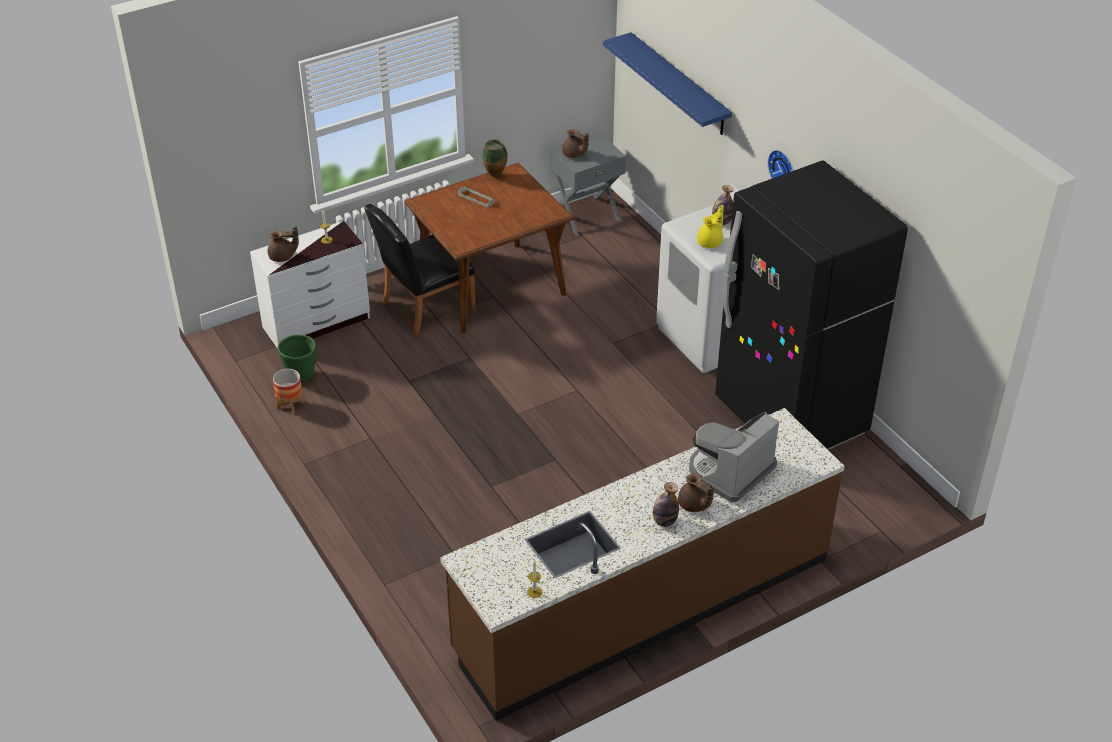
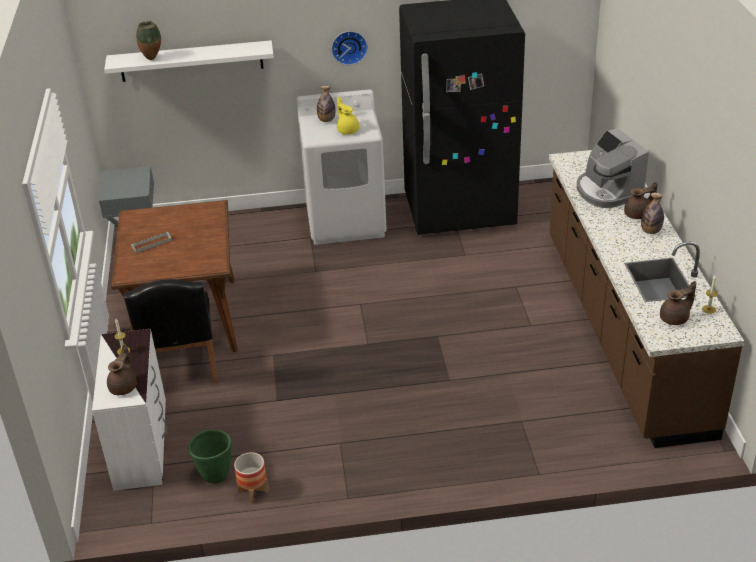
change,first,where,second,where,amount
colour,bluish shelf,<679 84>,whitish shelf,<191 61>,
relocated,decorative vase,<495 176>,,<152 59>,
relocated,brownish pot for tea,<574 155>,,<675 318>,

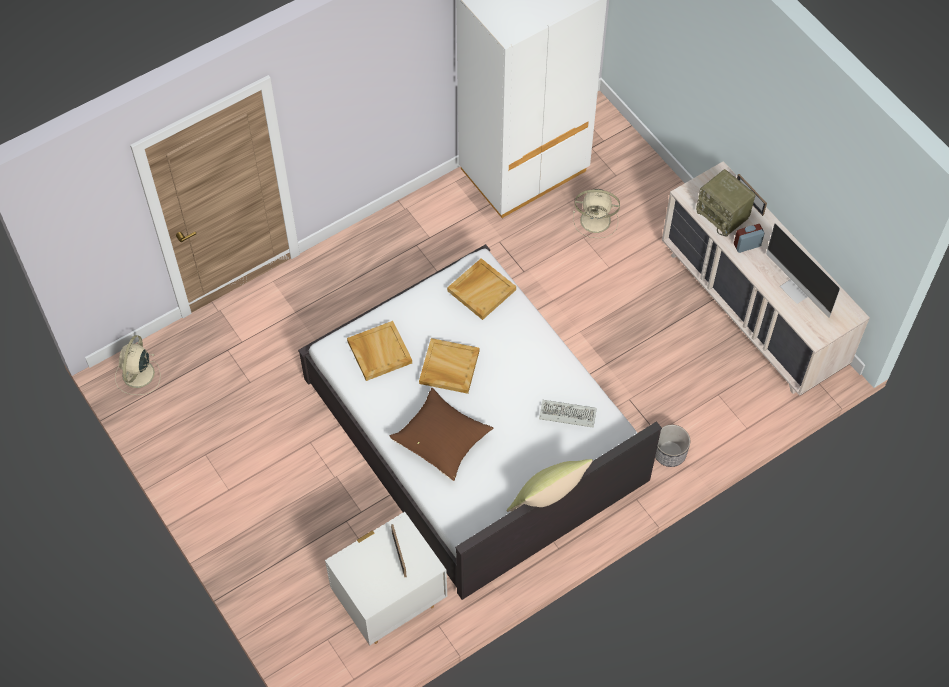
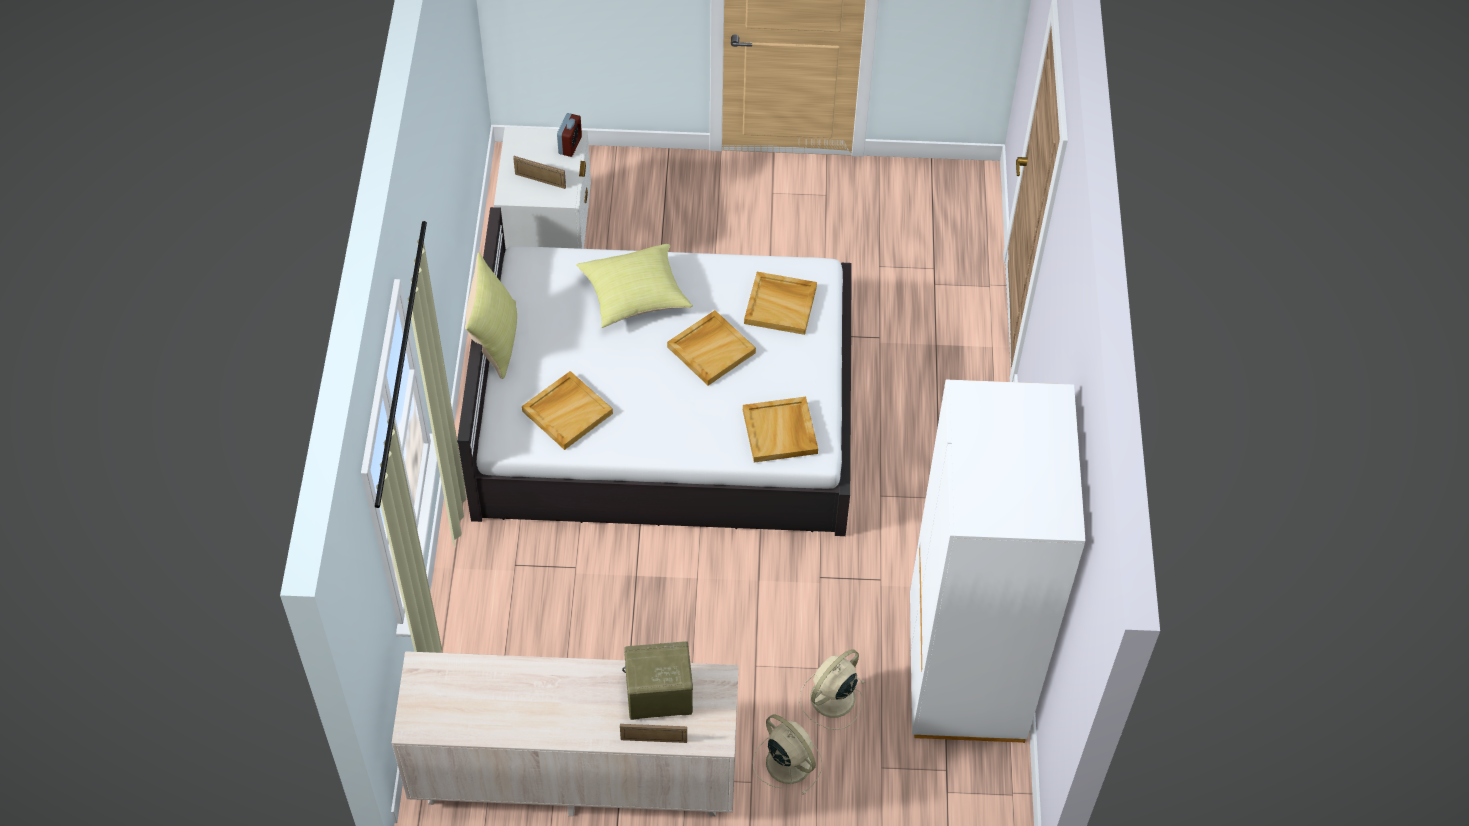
change,first,where,second,where,amount
exchanged,PC keyboard,<566 415>,beige-coloured serving tray,<567 411>,
relocated,table clock,<747 245>,,<570 145>,
colour,brownish cushion,<442 441>,yellow-coloured cushion,<634 298>,
relocated,beige-coloured cooling fan,<138 375>,,<787 761>,
missing,planter,<669 453>,,,
missing,computer display,<797 289>,,,

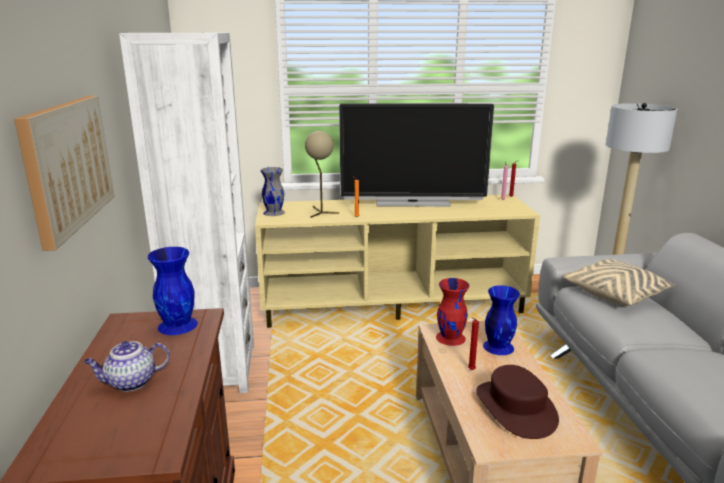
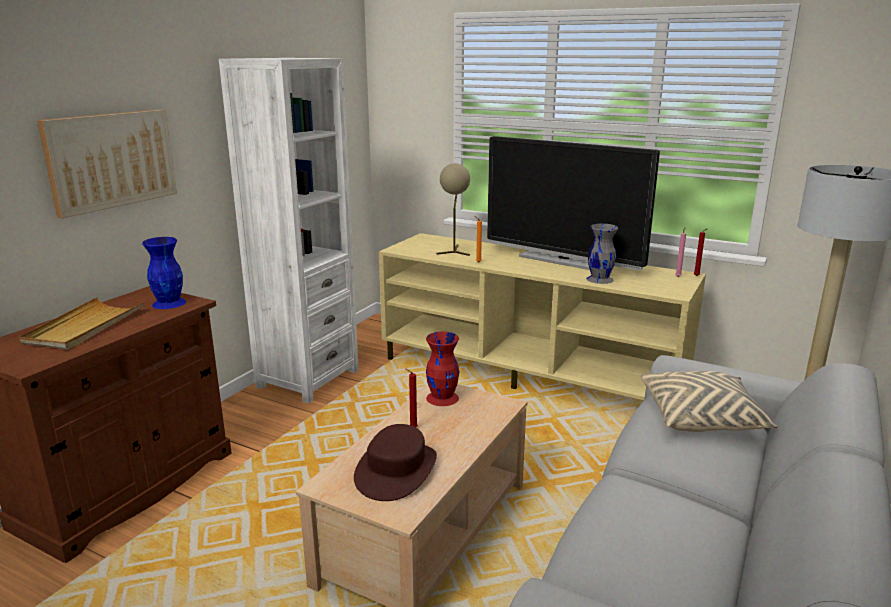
change,first,where,second,where,amount
exchanged,pot for tea,<130 382>,beige-coloured serving tray,<85 327>,
relocated,grey decorative vase,<274 212>,,<599 279>,
missing,bluish decorative vase,<497 346>,,,

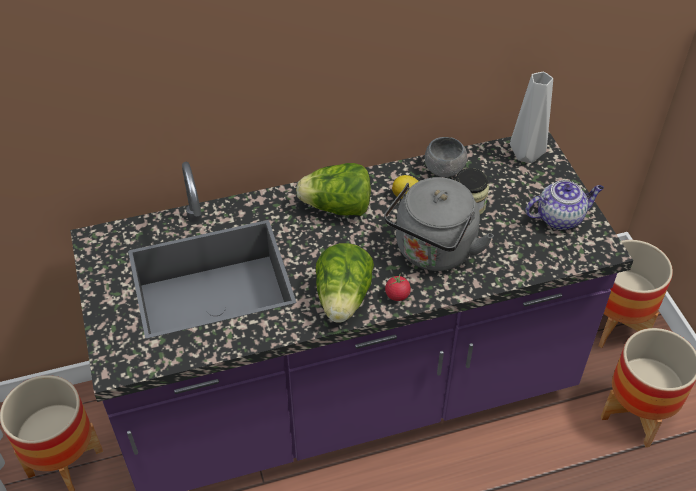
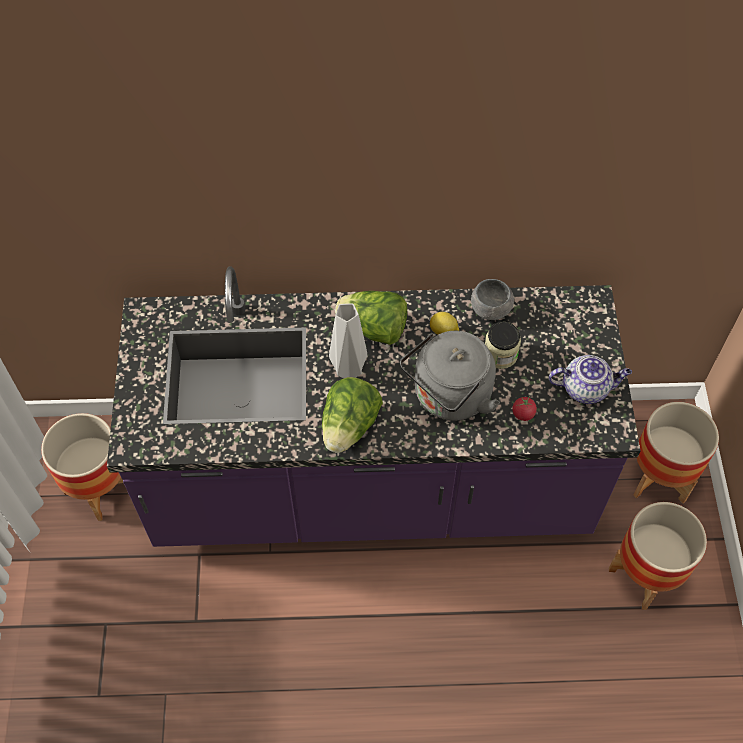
change,first,where,second,where,amount
relocated,grey decorative vase,<524 155>,,<347 369>,
relocated,whole tomato,<397 295>,,<523 413>,

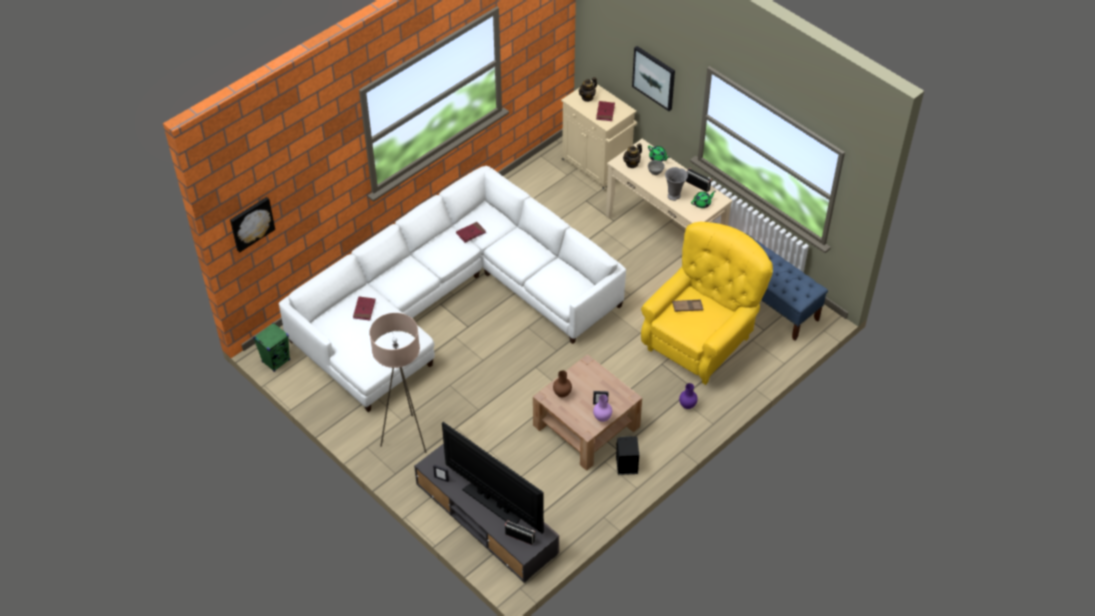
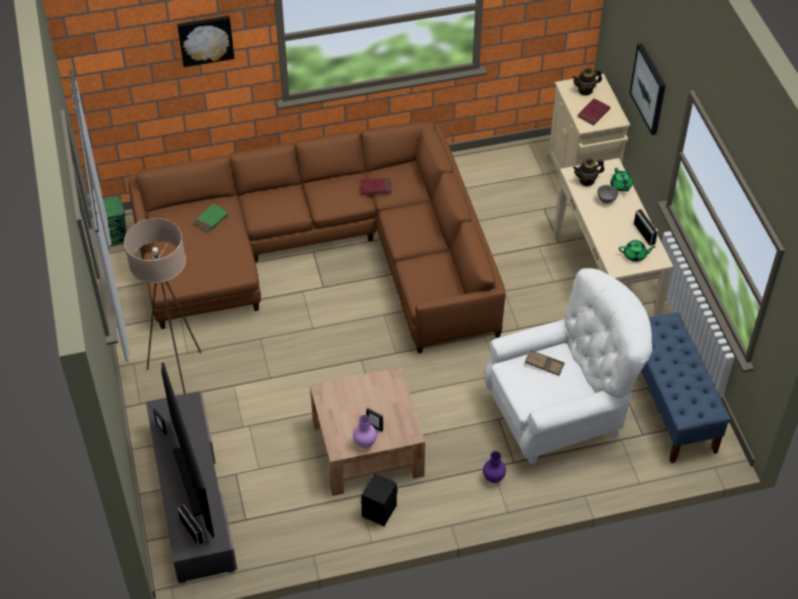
change,first,where,second,where,amount
colour,whitish settee,<449 301>,brownish settee,<324 253>,
relocated,wall art,<251 223>,,<205 39>,
colour,reddish book,<364 309>,green book,<211 219>,
colour,yellow-coloured lounge chair,<701 341>,whitish lounge chair,<561 414>,
missing,brownish decorative vase,<561 394>,,,
missing,grey decorative vase,<674 196>,,,

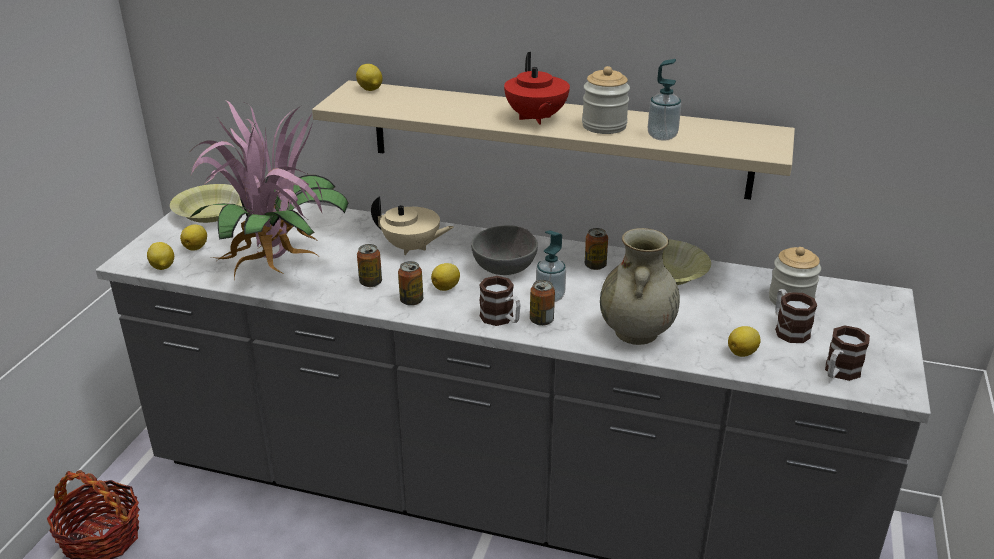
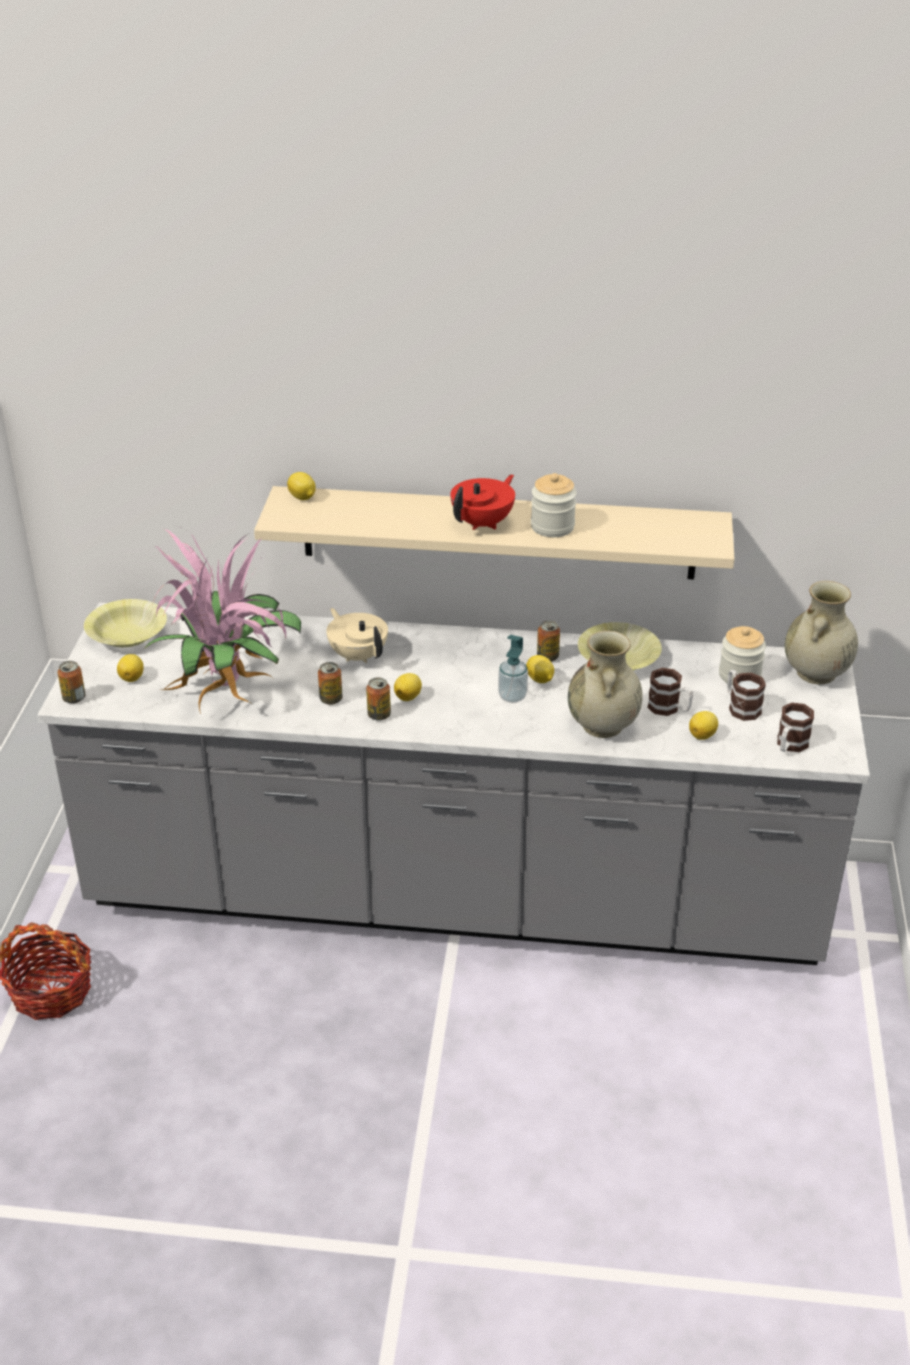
change,first,where,second,where,amount
relocated,sealed can,<541 320>,,<74 698>,
spun,beige-coloured pot for tea,<412 248>,,<358 655>,135 degrees counterclockwise
spun,reddish pot for tea,<535 118>,,<483 523>,120 degrees counterclockwise
relocated,lemon,<162 267>,,<540 680>,
relocated,tea mug,<501 319>,,<669 708>,
appeared,,,beige-coloured decorative vase,<816 674>,
missing,grey serving bowl,<506 268>,,,
missing,soap dispenser,<662 136>,,,

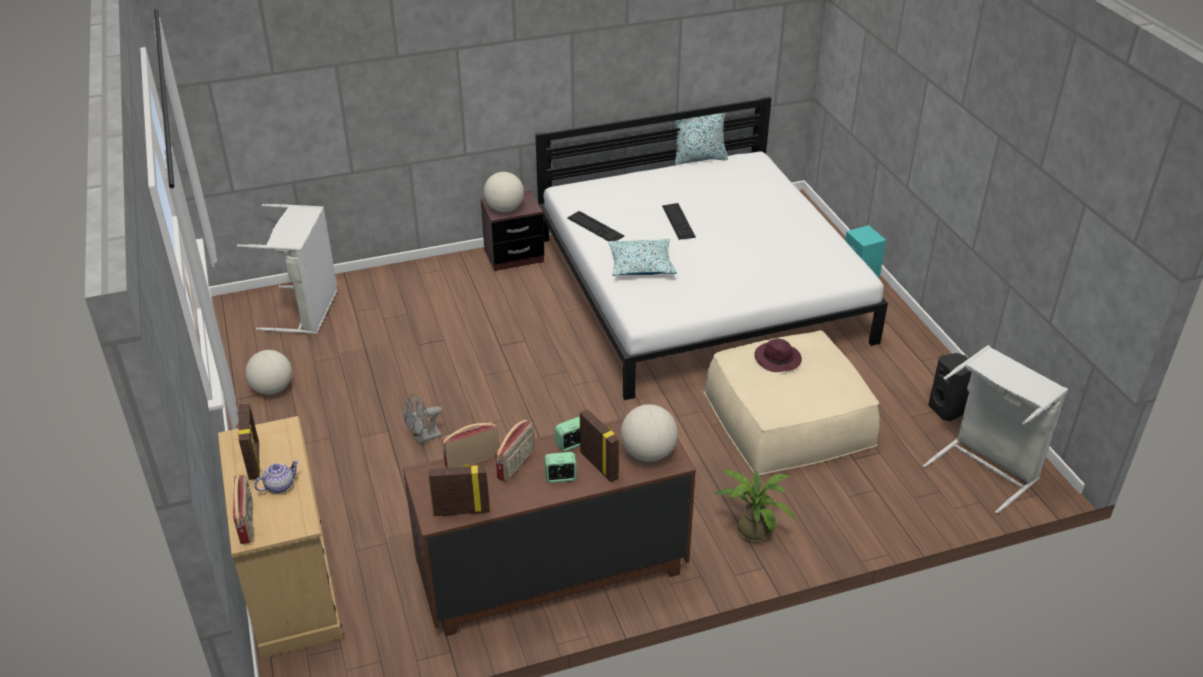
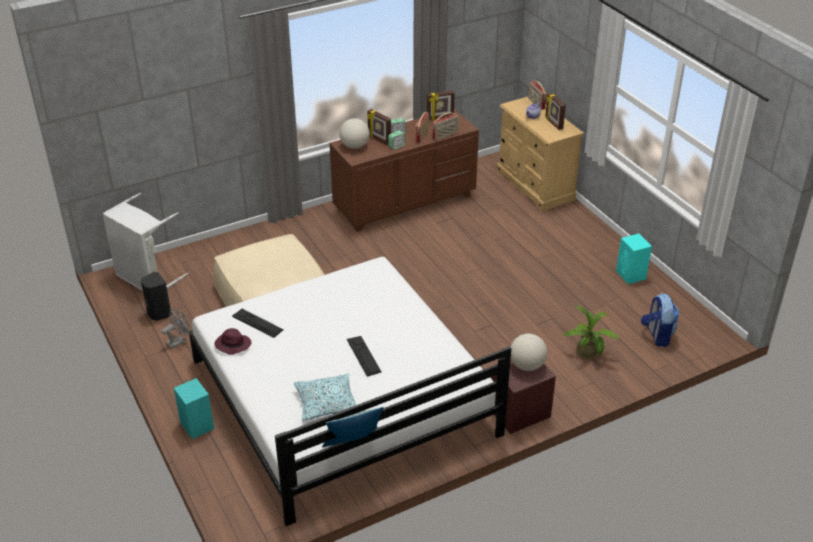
change,first,where,second,where,amount
relocated,grey cooling fan,<423 438>,,<179 341>,
relocated,purplish hat,<778 360>,,<232 345>,
relocated,PC keyboard,<595 227>,,<257 323>,
relocated,cushion,<641 265>,,<326 403>,
relocated,houseplant,<751 528>,,<589 354>,
exchanged,world globe,<272 389>,turquoise audio speaker,<631 275>,
exchanged,grey washing basket,<307 311>,knapsack,<657 335>,

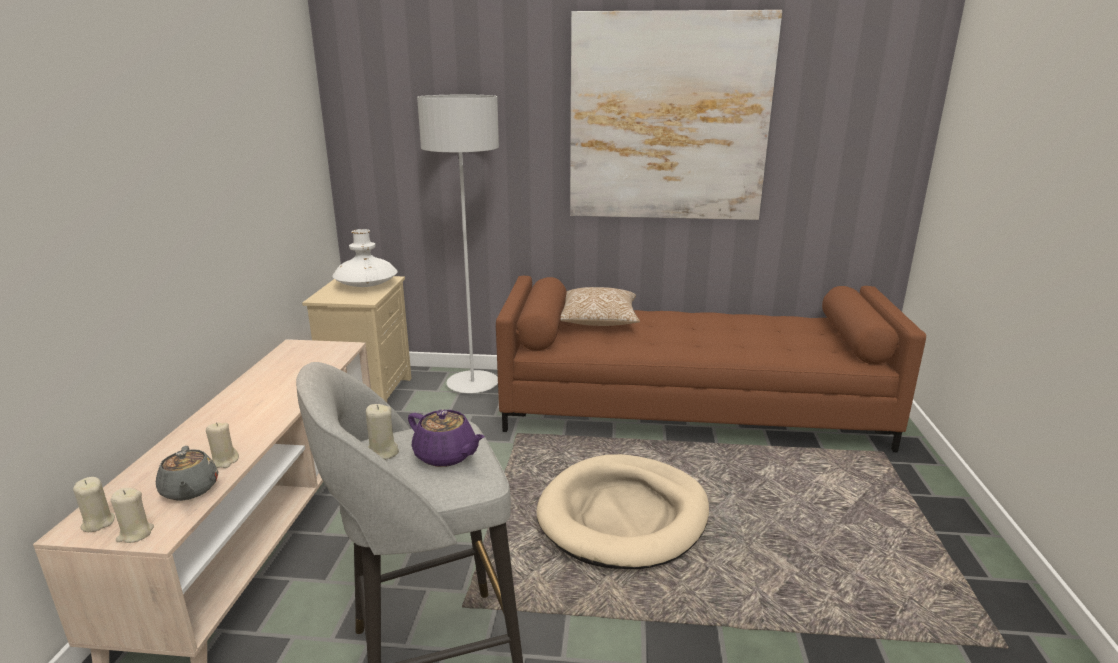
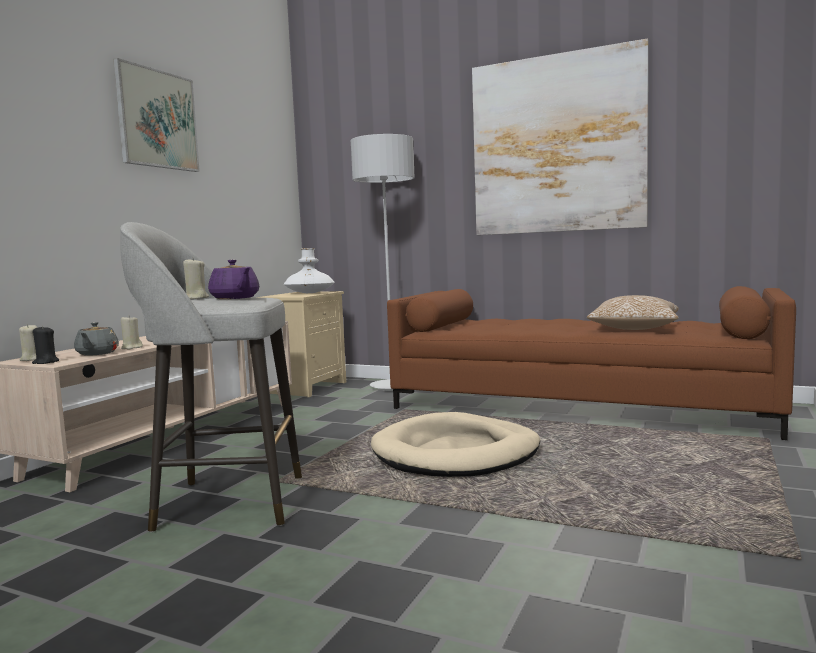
change,first,where,second,where,amount
colour,beige-coloured wax candle,<135 534>,black wax candle,<46 362>,
appeared,,,wall art,<157 119>,
relocated,cushion,<598 321>,,<634 329>,

